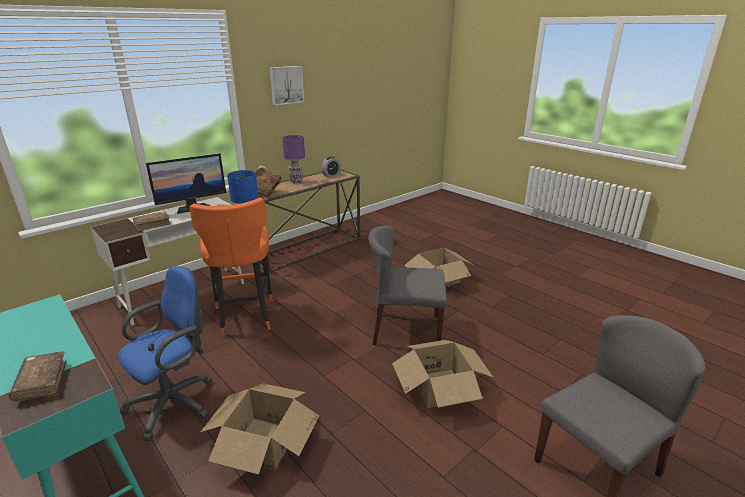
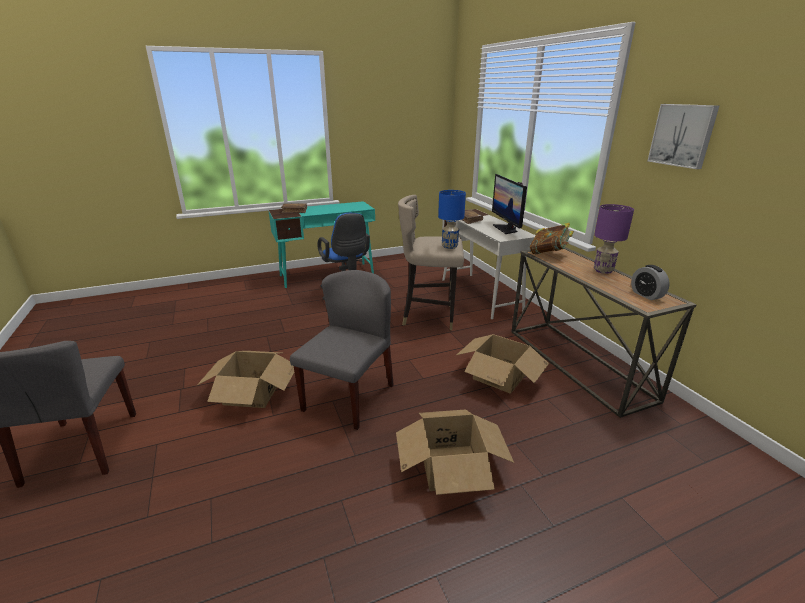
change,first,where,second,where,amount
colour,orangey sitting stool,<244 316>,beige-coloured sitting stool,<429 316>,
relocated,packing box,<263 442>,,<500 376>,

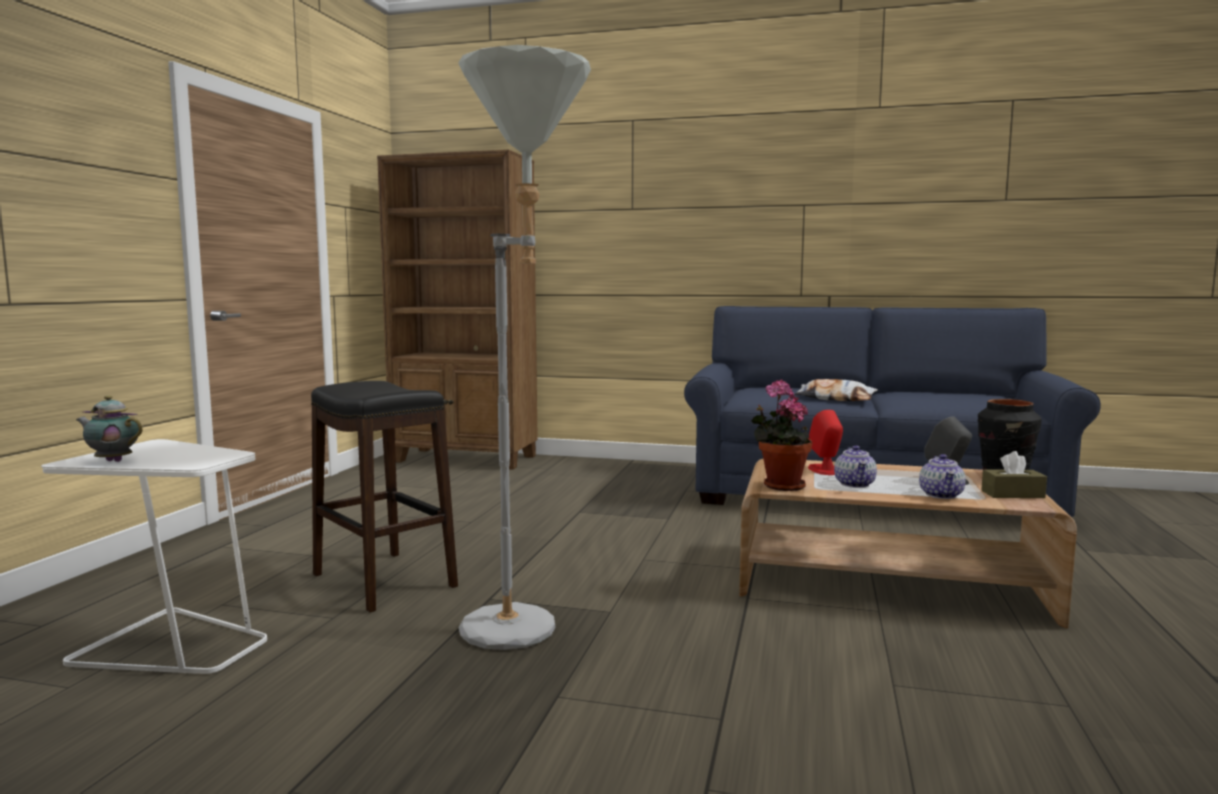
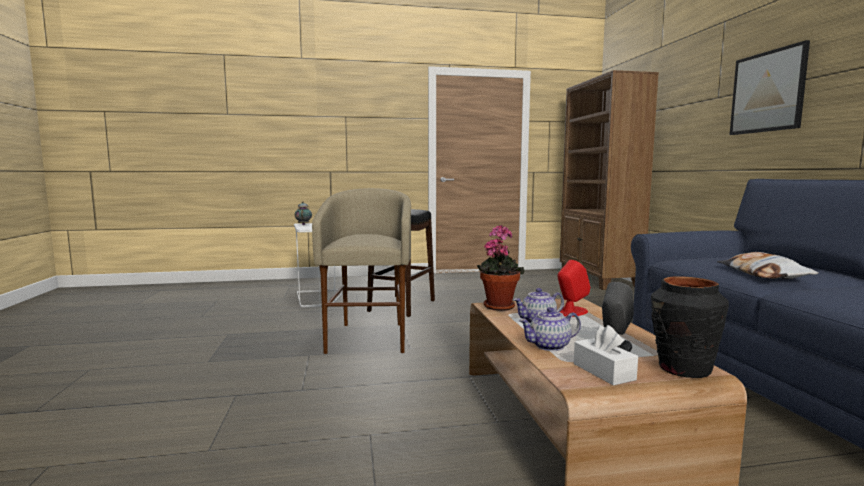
change,first,where,second,where,amount
exchanged,grey floor lamp,<526 633>,beige-coloured sitting stool,<368 337>,
colour,brownish tissue holder,<1012 494>,whitish tissue holder,<603 371>,
appeared,,,wall art,<767 92>,

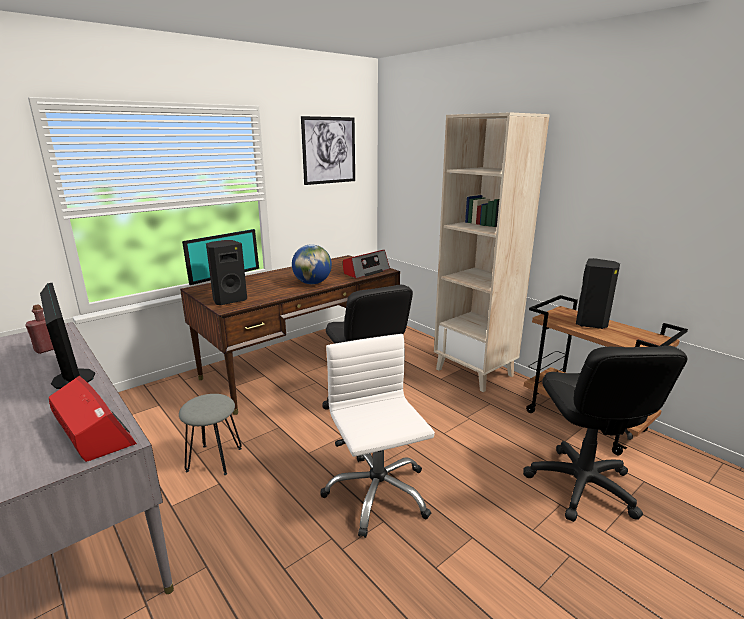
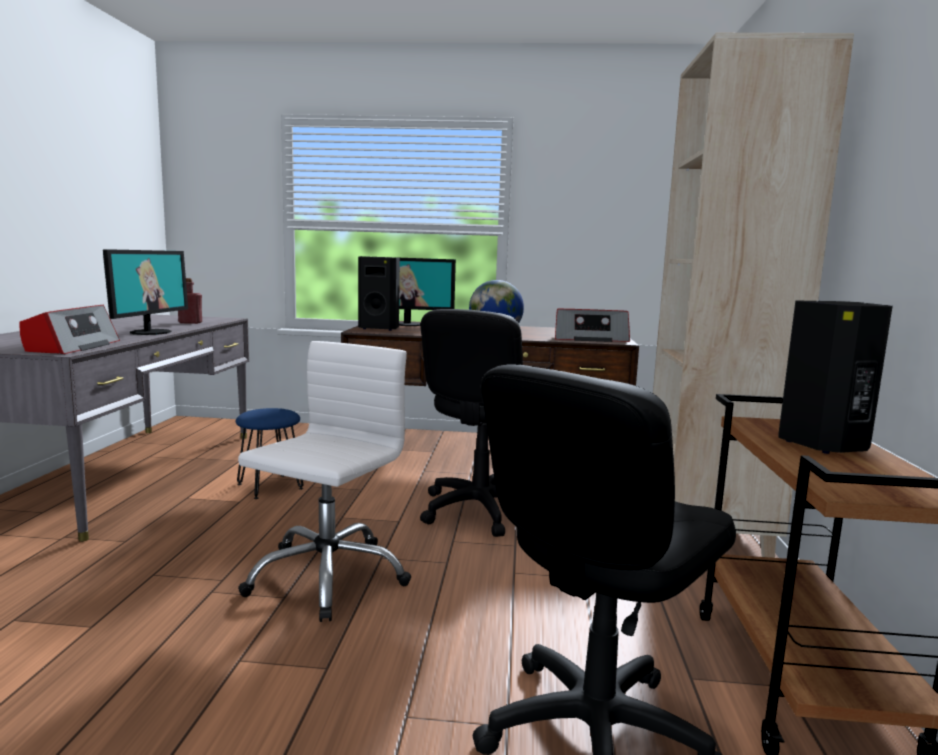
change,first,where,second,where,amount
colour,grey sitting stool,<215 459>,bluish sitting stool,<270 486>,
missing,wall art,<329 150>,,,

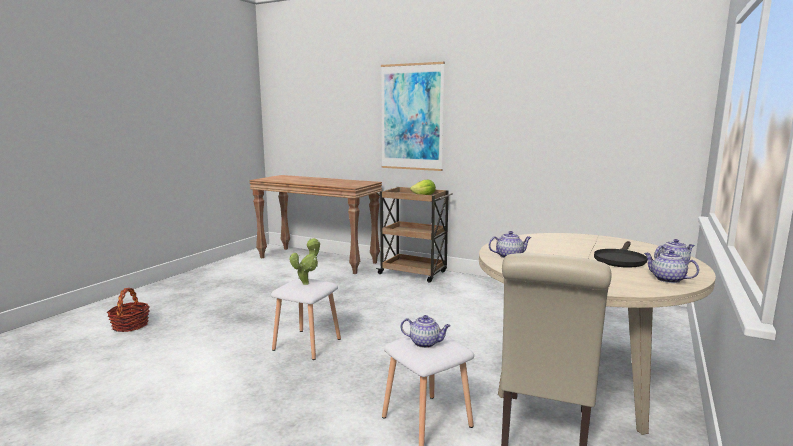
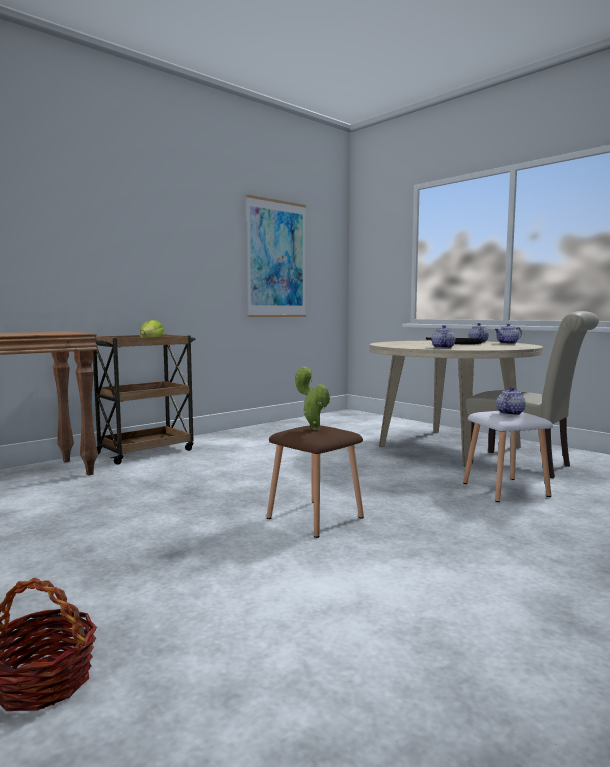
change,first,where,second,where,amount
relocated,wall art,<412 117>,,<276 259>,
colour,whitish sitting stool,<308 344>,brownish sitting stool,<315 517>,

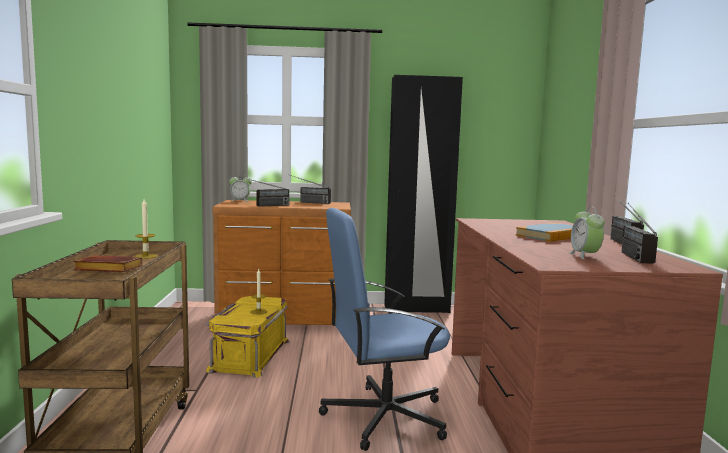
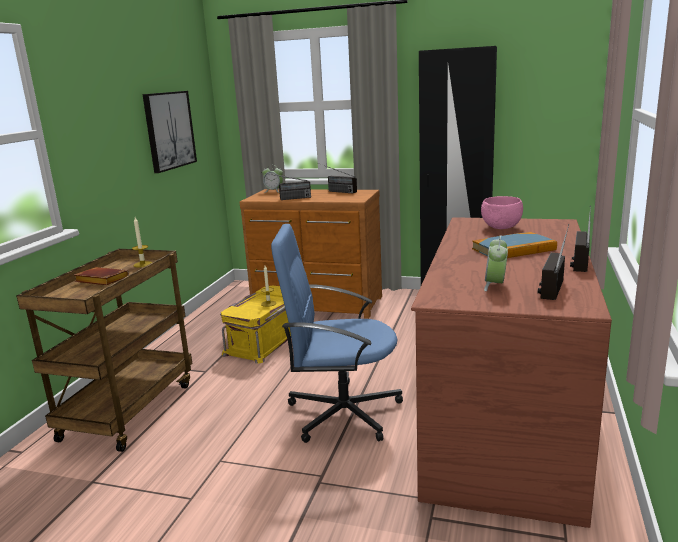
change,first,where,second,where,amount
appeared,,,wall art,<169 130>,
appeared,,,pink-coloured serving bowl,<500 227>,

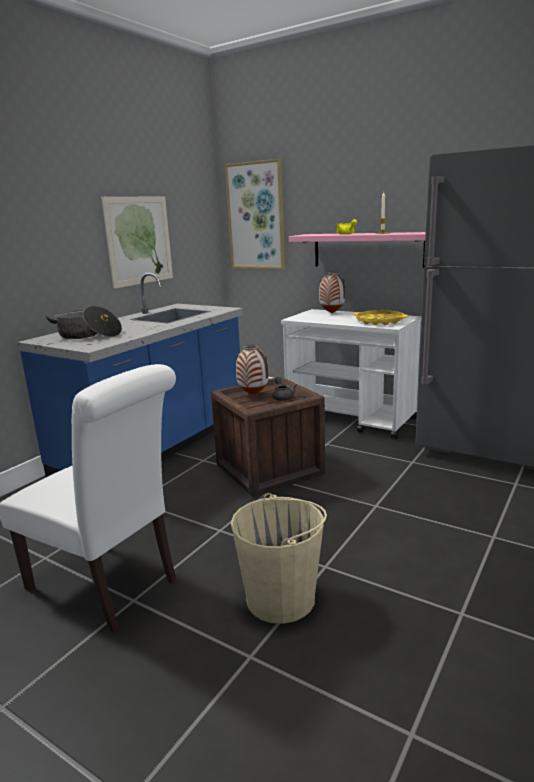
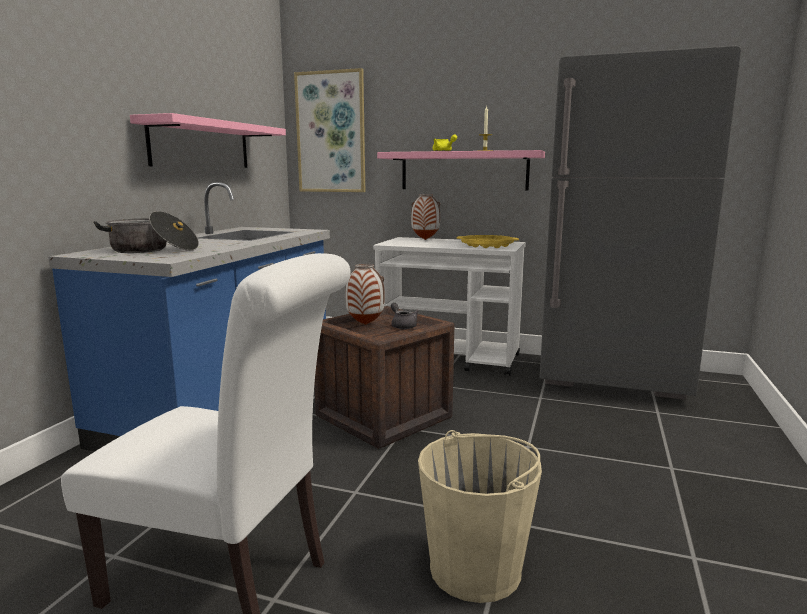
change,first,where,second,where,amount
exchanged,wall art,<139 240>,pink-coloured shelf,<201 145>,

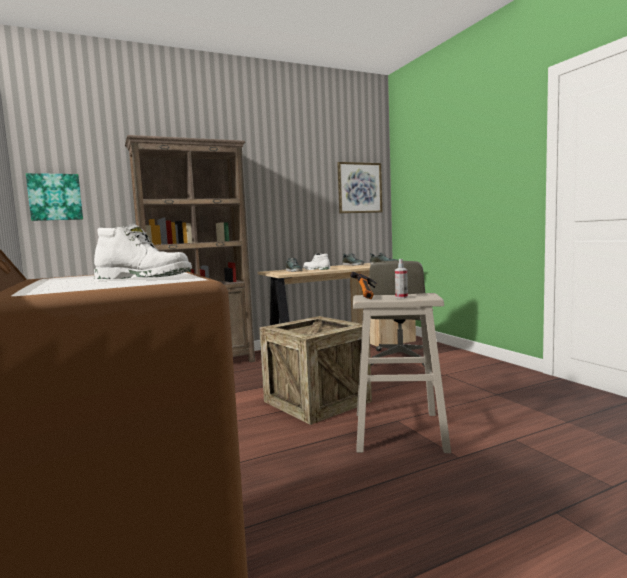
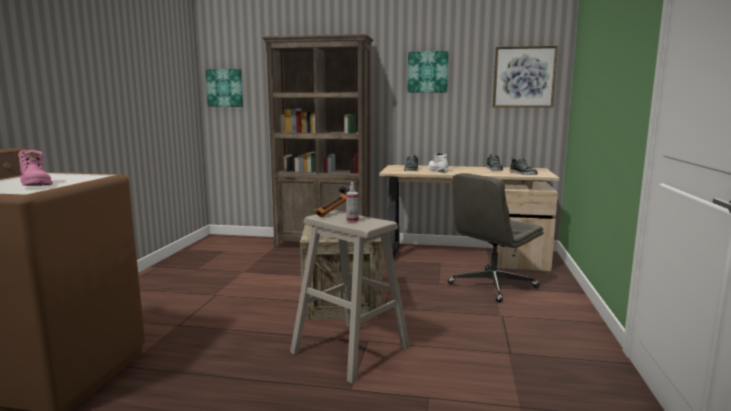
change,first,where,second,where,amount
colour,whitish boot,<144 278>,pink-coloured boot,<36 185>,
appeared,,,wall art,<427 72>,

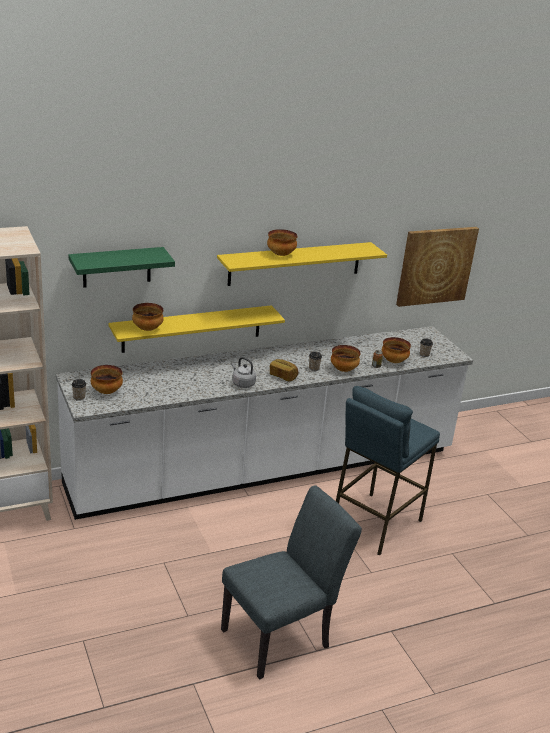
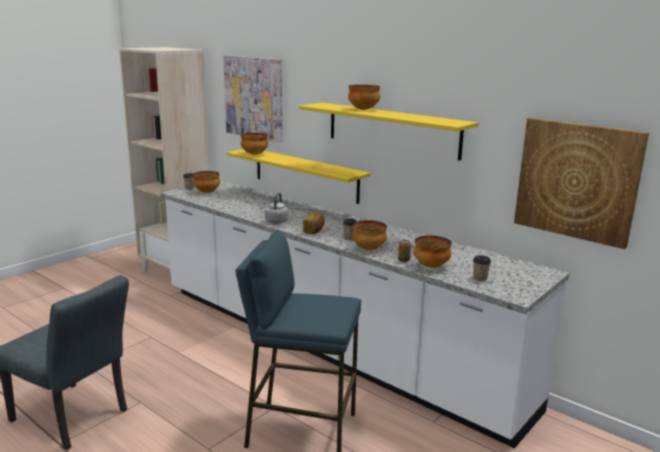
change,first,where,second,where,amount
exchanged,green shelf,<117 267>,wall art,<254 97>,

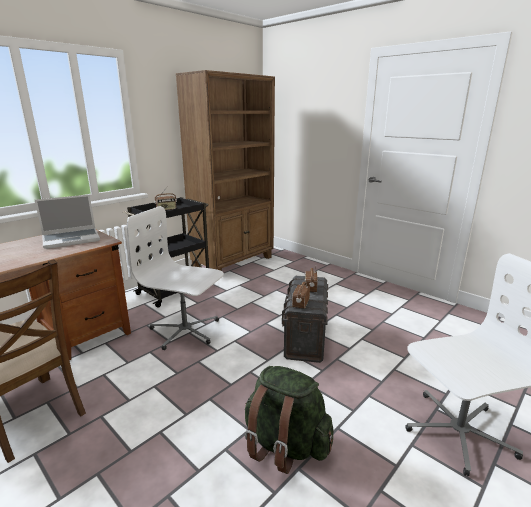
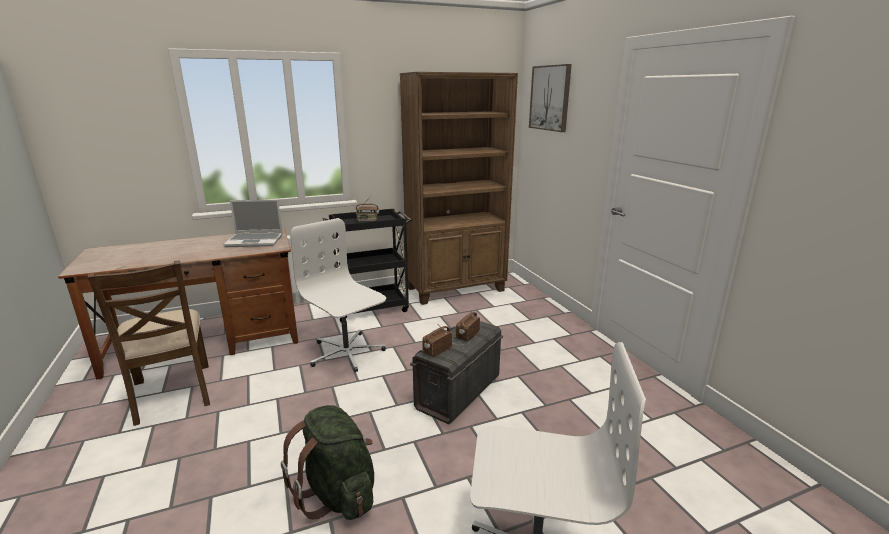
change,first,where,second,where,amount
appeared,,,wall art,<550 98>,

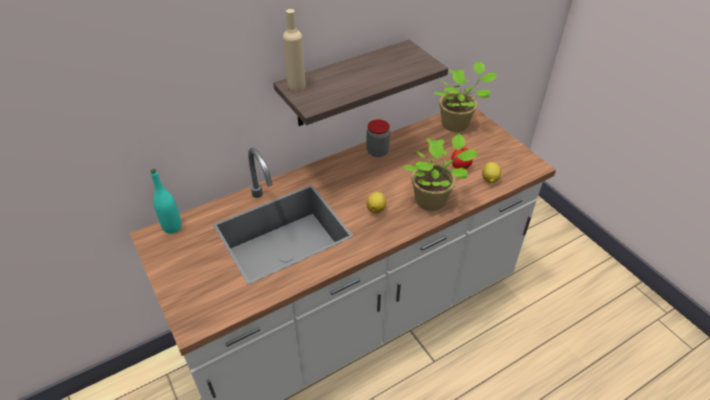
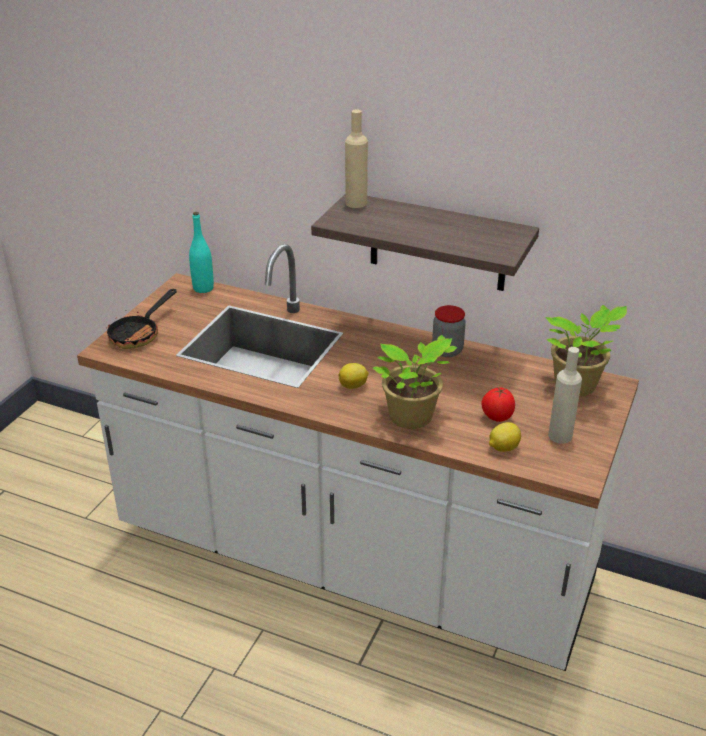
change,first,where,second,where,amount
appeared,,,skillet,<139 334>,
appeared,,,beige-coloured bottle,<560 436>,

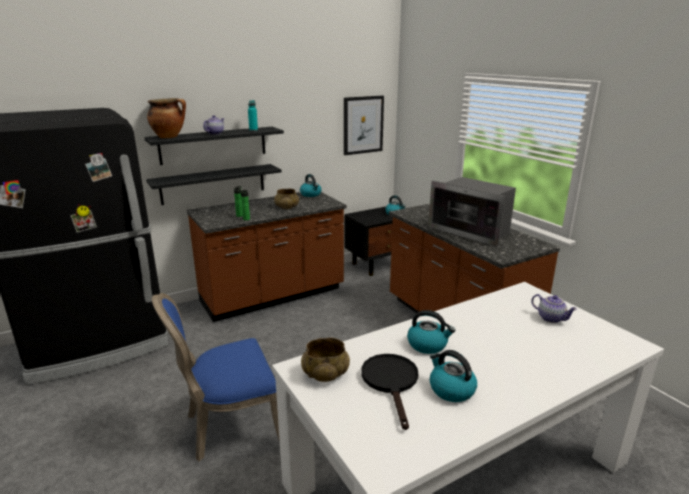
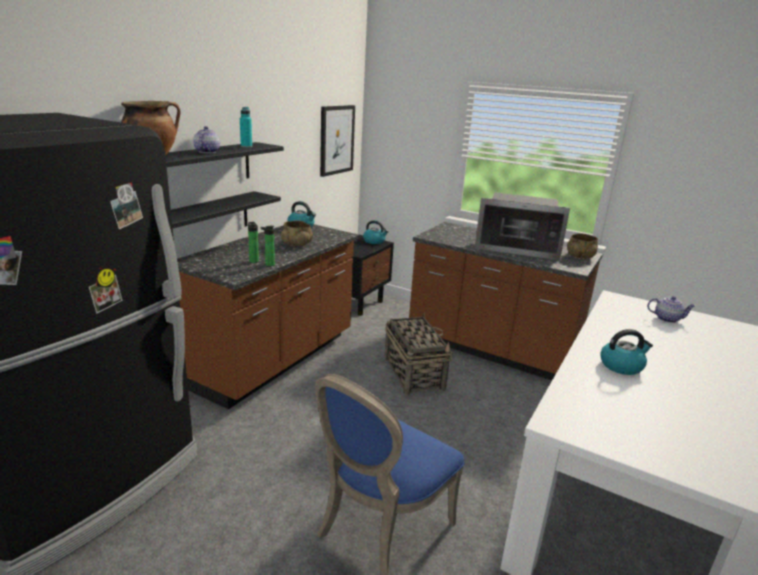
change,first,where,second,where,amount
appeared,,,basket,<413 373>,
relocated,beige-coloured serving bowl,<325 374>,,<580 256>,
missing,black skillet,<391 382>,,,
missing,tea kettle,<451 389>,,,

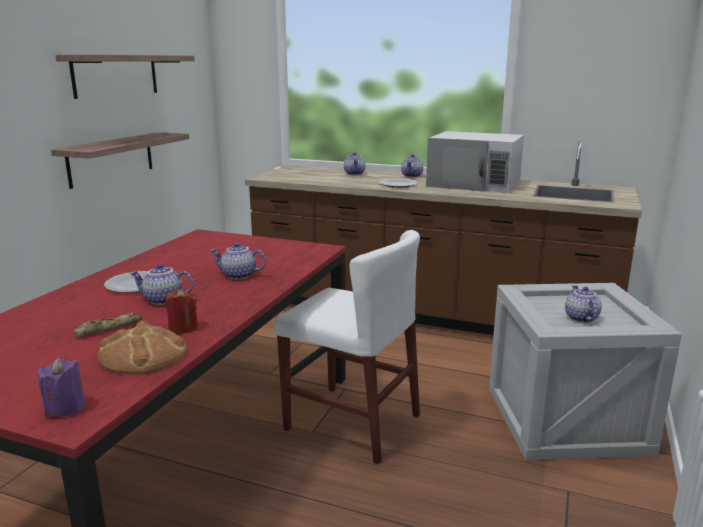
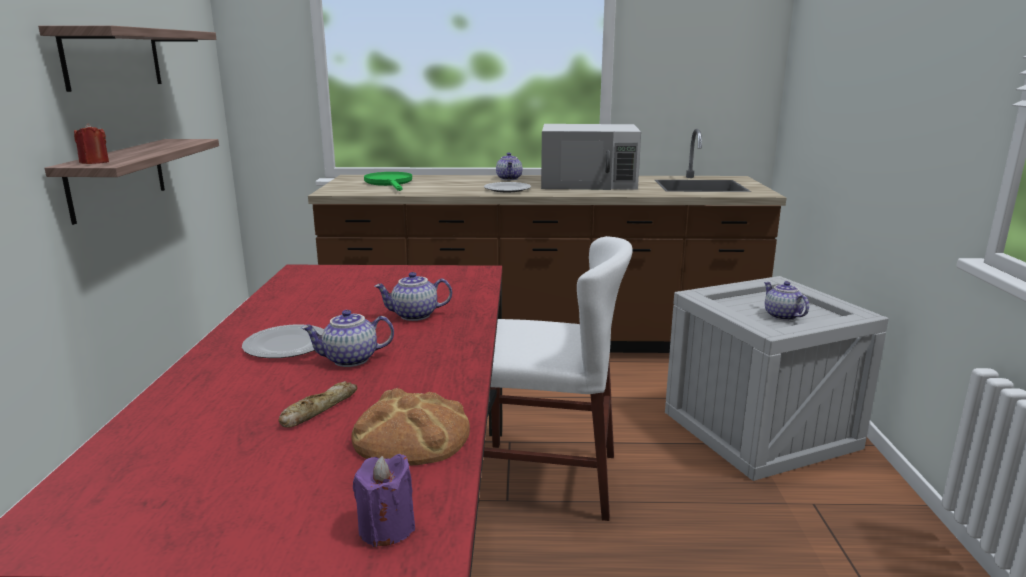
change,first,where,second,where,amount
relocated,reddish wax candle,<183 327>,,<94 162>,
appeared,,,green skillet,<390 183>,
missing,pot for tea,<355 174>,,,

